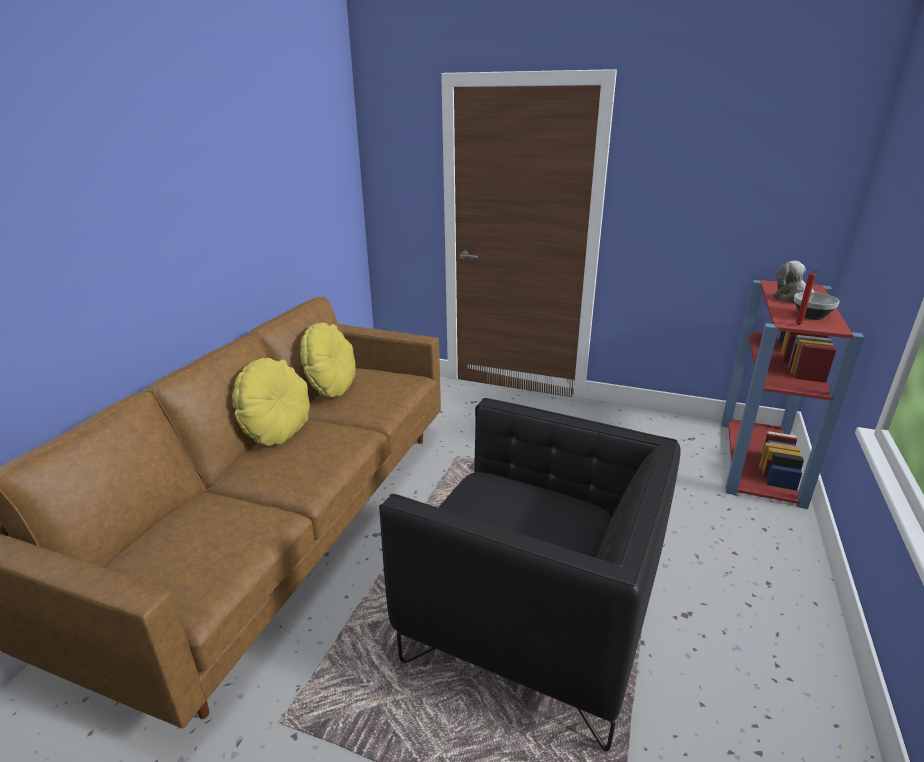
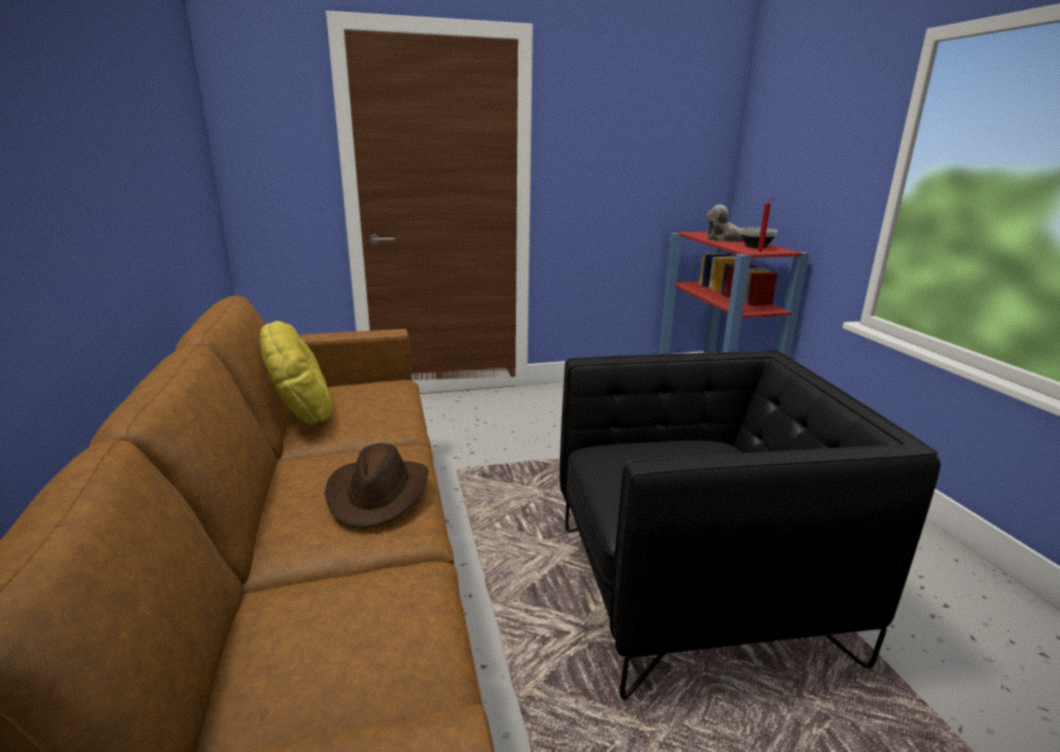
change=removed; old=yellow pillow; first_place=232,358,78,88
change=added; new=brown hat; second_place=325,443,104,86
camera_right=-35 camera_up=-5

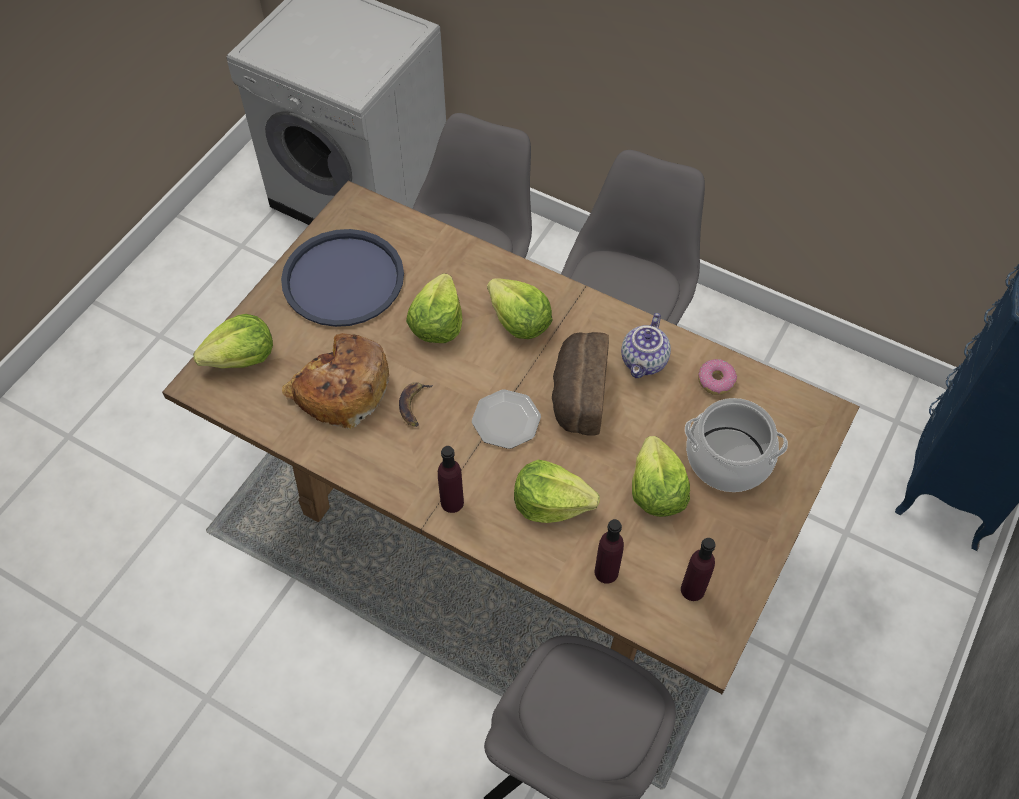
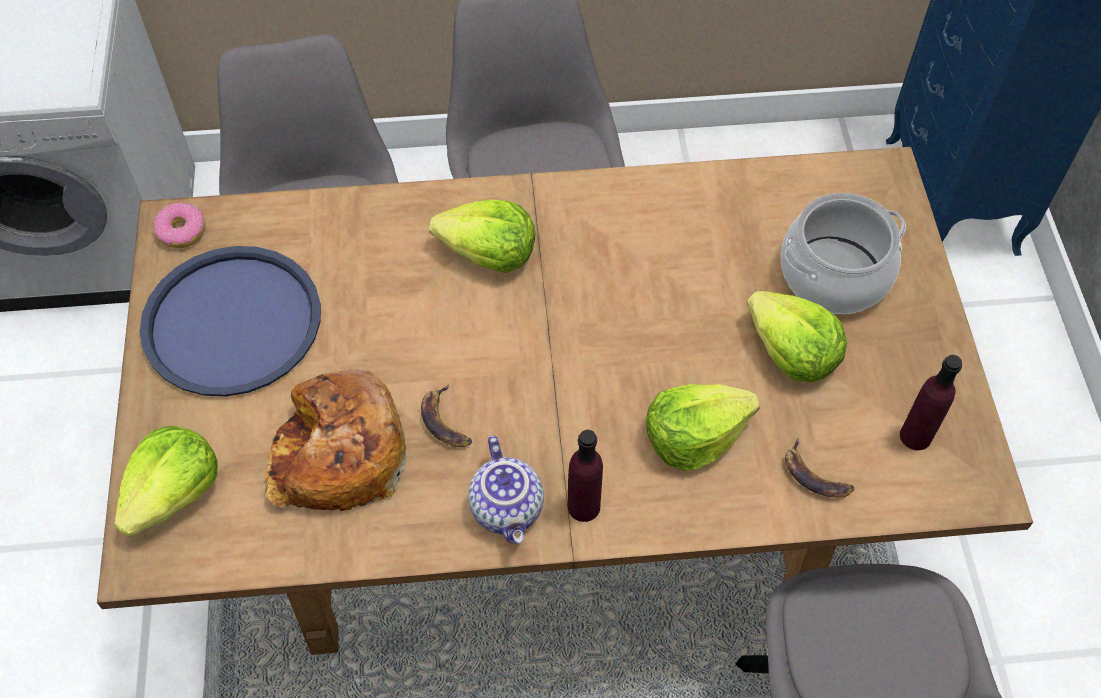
change=removed; old=lettuce; first_place=406,273,57,70
change=removed; old=plate; first_place=472,389,69,60
change=removed; old=bread; first_place=552,332,57,104
change=replaced; old=purple bottle; new=banana; first_place=594,519,30,65; second_place=785,438,69,60
change=moved; old=teapot; first_place=621,313,50,65; second_place=468,436,76,107
change=moved; old=donut; first_place=698,359,39,36; second_place=153,203,52,45
camera_right=-35 camera_up=0

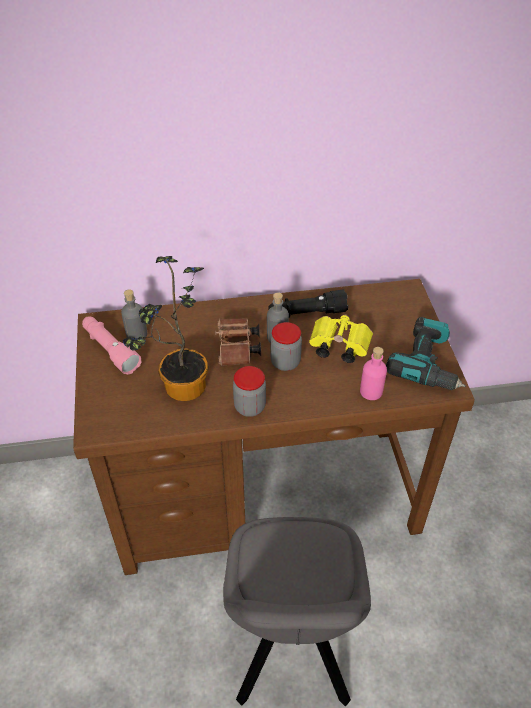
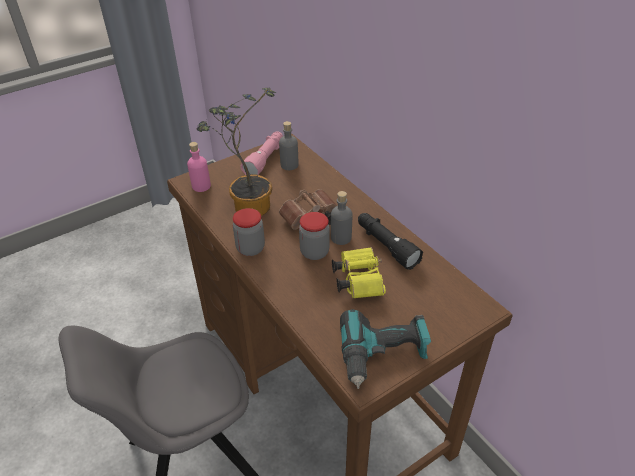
change=moved; old=pink bottle; first_place=360,347,27,53; second_place=187,142,24,50
camera_right=65 camera_up=-5

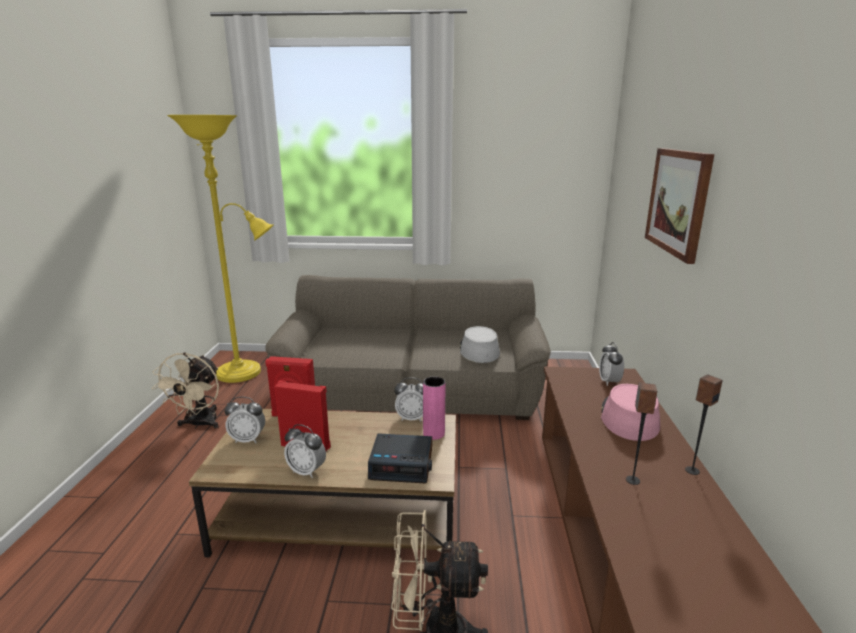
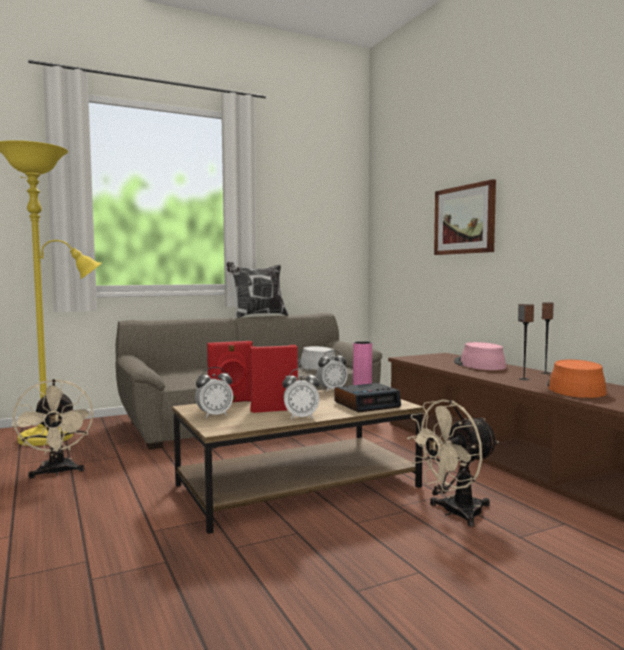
change=removed; old=alarm clock; first_place=599,342,25,44
change=added; new=pillow; second_place=226,262,62,56
change=added; new=orange hat; second_place=547,360,60,38
camera_right=-30 camera_up=-15

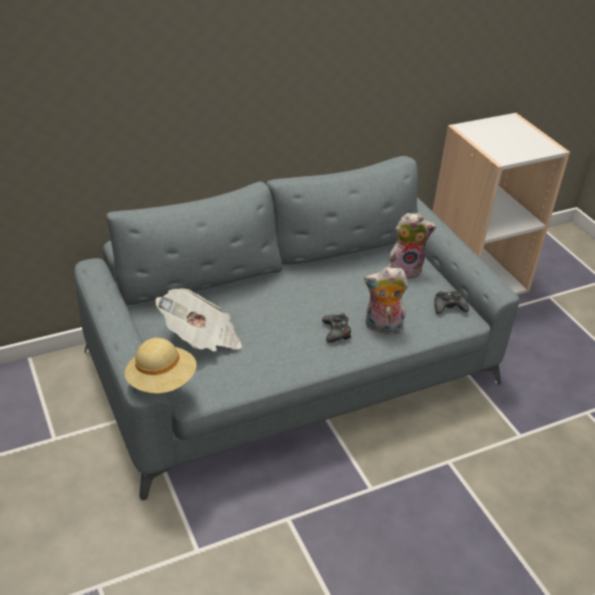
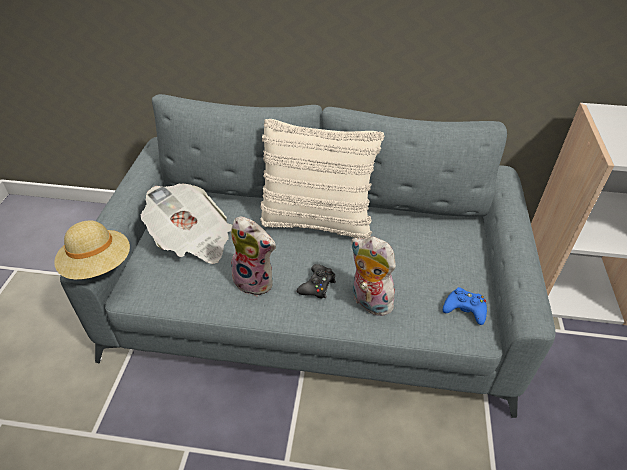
change=moved; old=plush toy; first_place=388,213,48,66; second_place=231,216,45,81
change=recoloured; old=black game controller; new=blue game controller; first_place=434,291,35,23; second_place=443,287,44,38
change=added; new=beige pillow; second_place=260,119,125,120
camera_right=35 camera_up=5

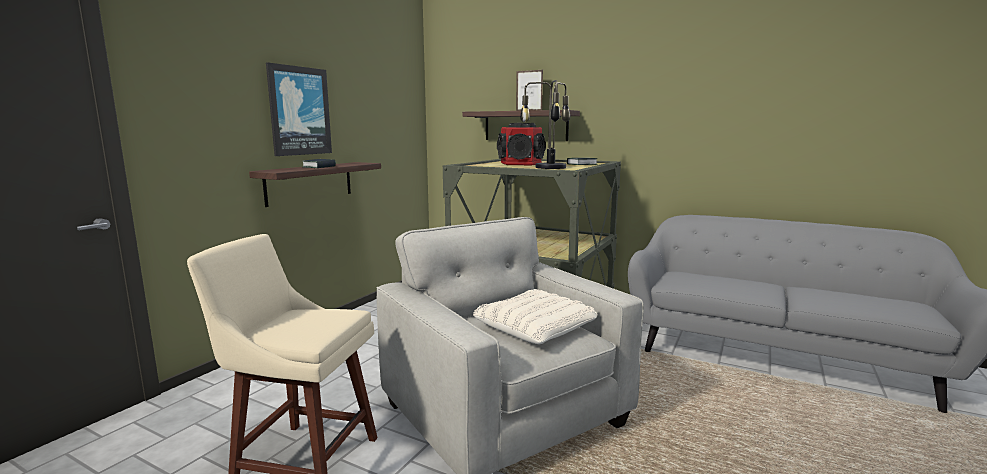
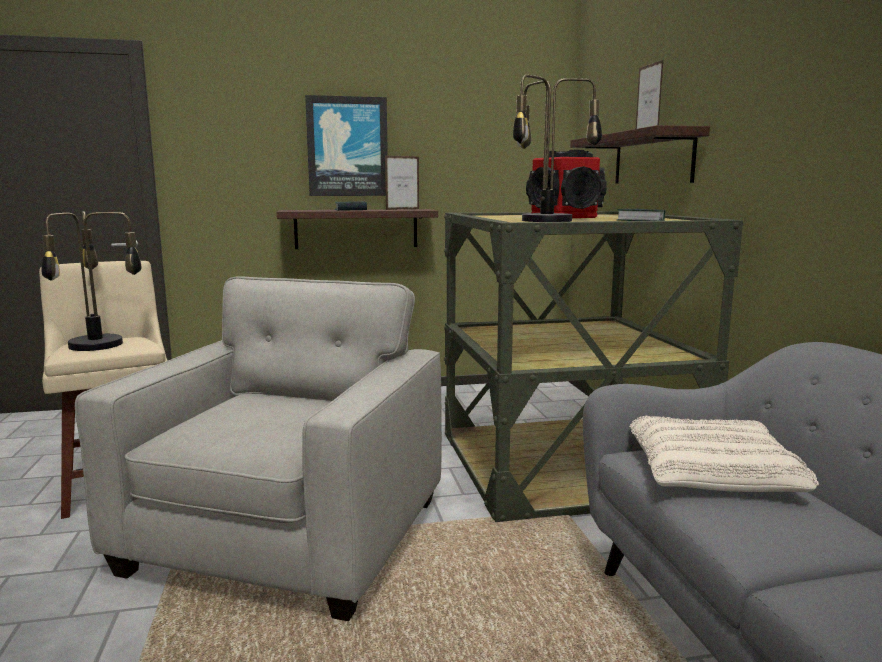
change=moved; old=beige pillow; first_place=473,289,124,55; second_place=629,416,190,76
change=added; new=table lamp; second_place=42,211,99,140
change=added; new=picture frame; second_place=385,155,34,55
camera_right=50 camera_up=0

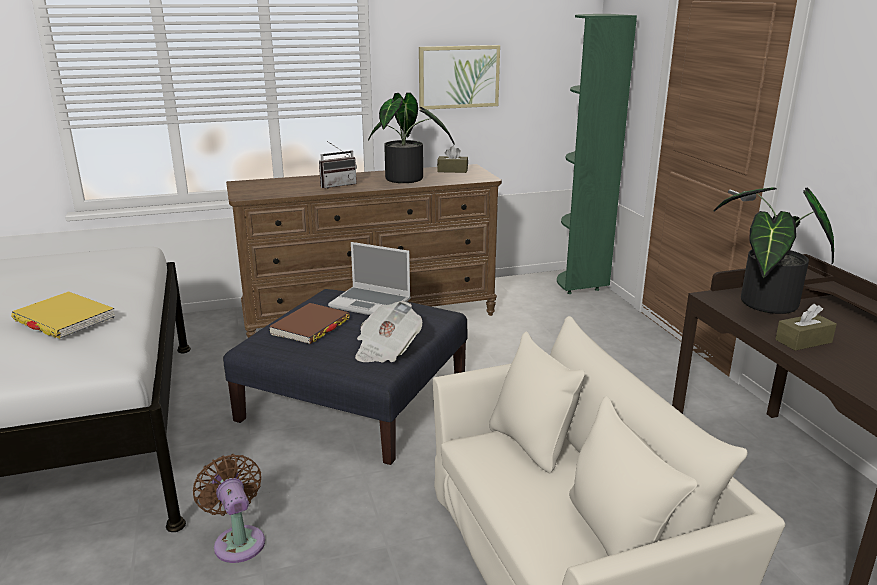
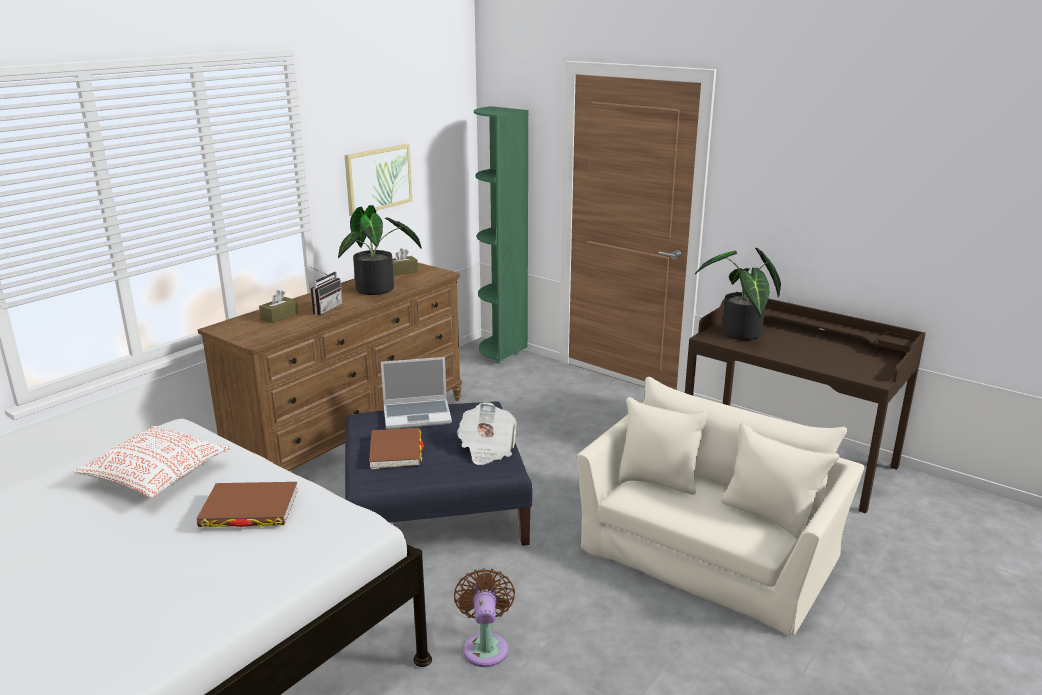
change=recoloured; old=yellow book; new=brown book; first_place=11,291,104,48; second_place=197,482,101,45
change=turned; old=brown fan; first_place=193,454,72,109; second_place=454,568,61,99; degrees=60
change=moved; old=brown tissue box; first_place=775,304,62,47; second_place=259,290,39,33
change=added; new=white pillow; second_place=73,426,157,72
camera_right=-35 camera_up=0

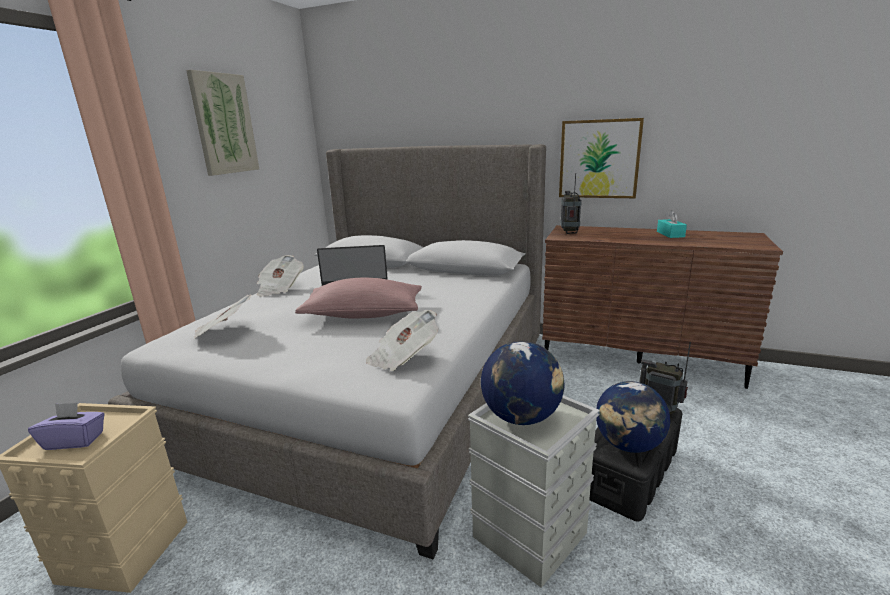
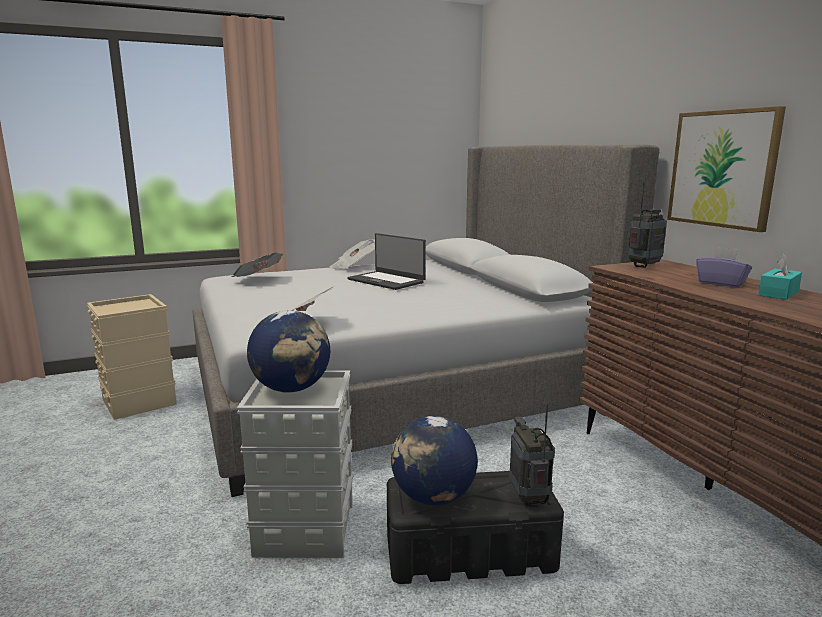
change=moved; old=purple tissue box; first_place=28,402,77,48; second_place=696,247,56,40
change=removed; old=picture; first_place=186,70,73,106
change=removed; old=pink pillow; first_place=295,278,127,41
camera_right=45 camera_up=-5

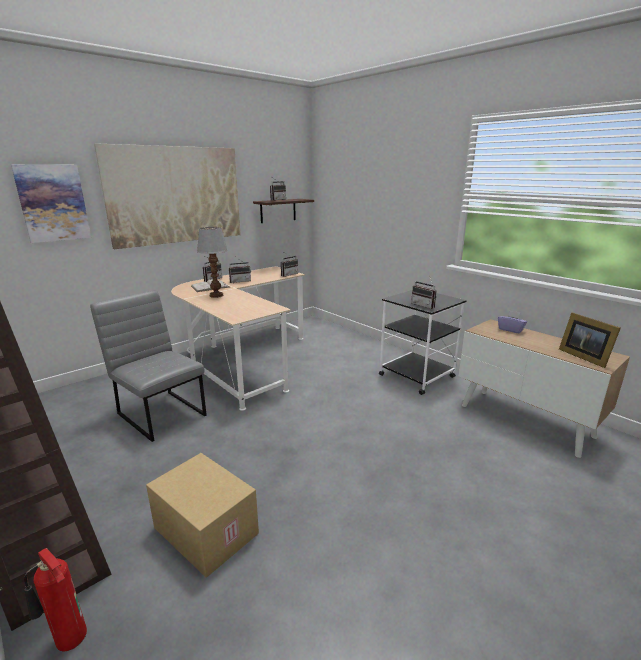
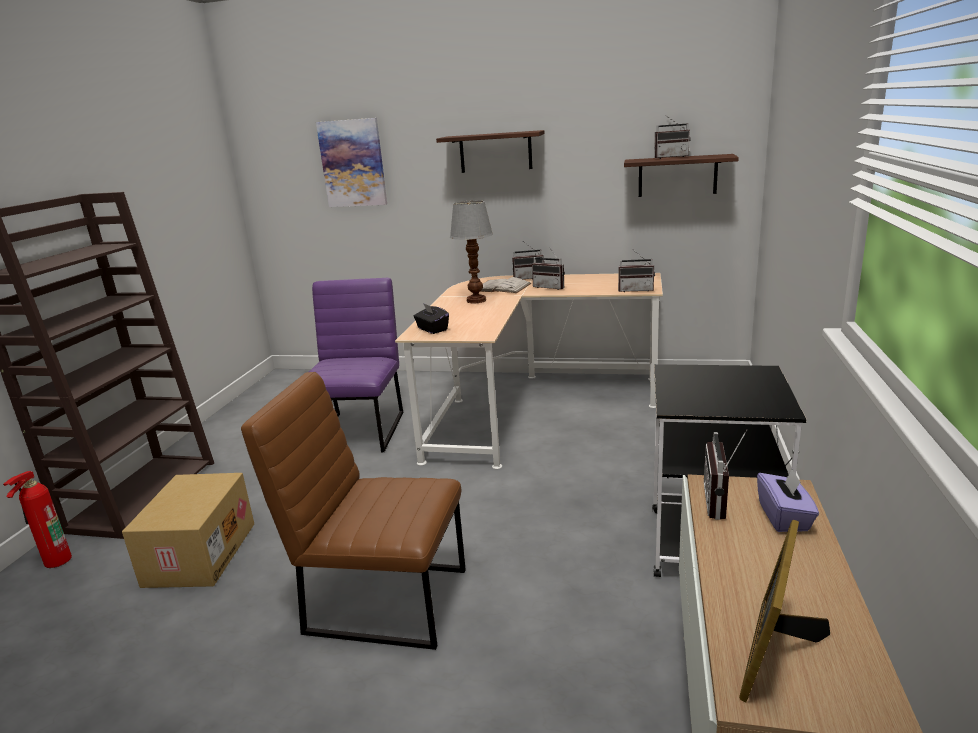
change=recoloured; old=grey chair; new=purple chair; first_place=90,290,117,152; second_place=309,278,95,174
change=replaced; old=picture; new=shelf; first_place=94,143,147,106; second_place=436,130,108,43
change=moved; old=radio; first_place=411,275,26,34; second_place=704,429,44,91
change=added; new=brown chair; second_place=241,372,225,278
change=added; new=black tissue box; second_place=413,303,36,31
camera_right=55 camera_up=0

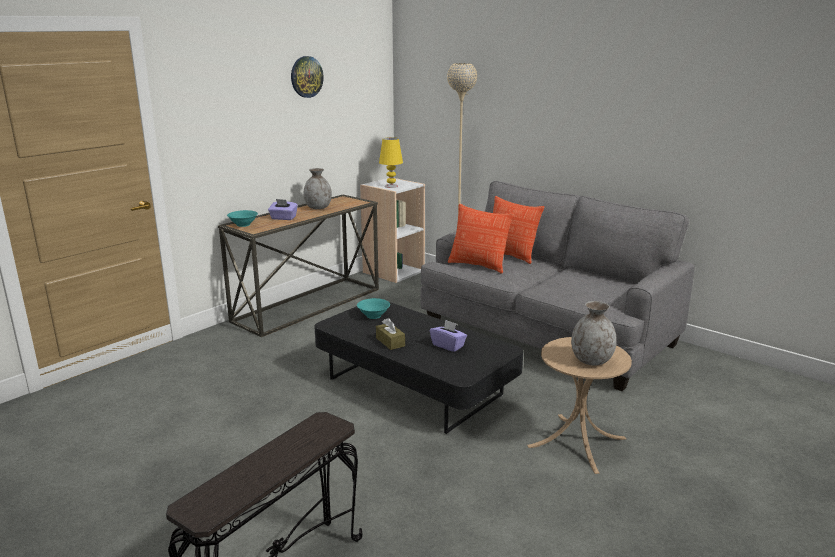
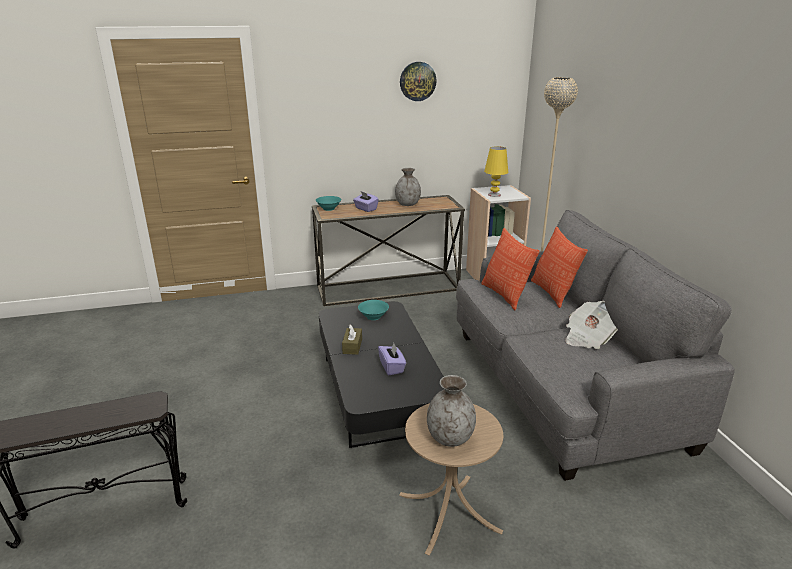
change=added; new=newspaper; second_place=565,301,53,48
camera_right=35 camera_up=5

